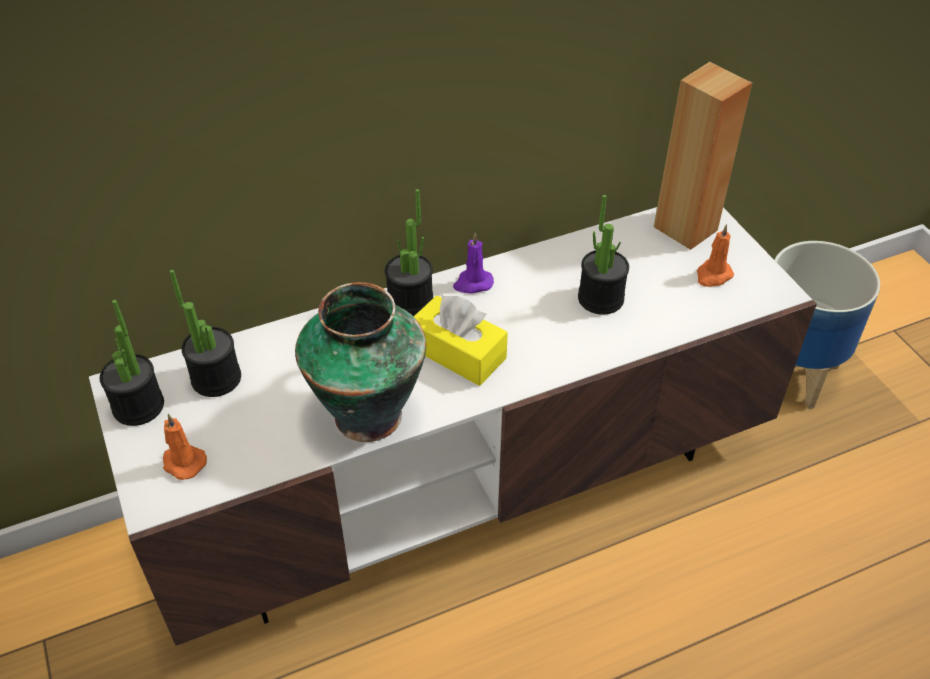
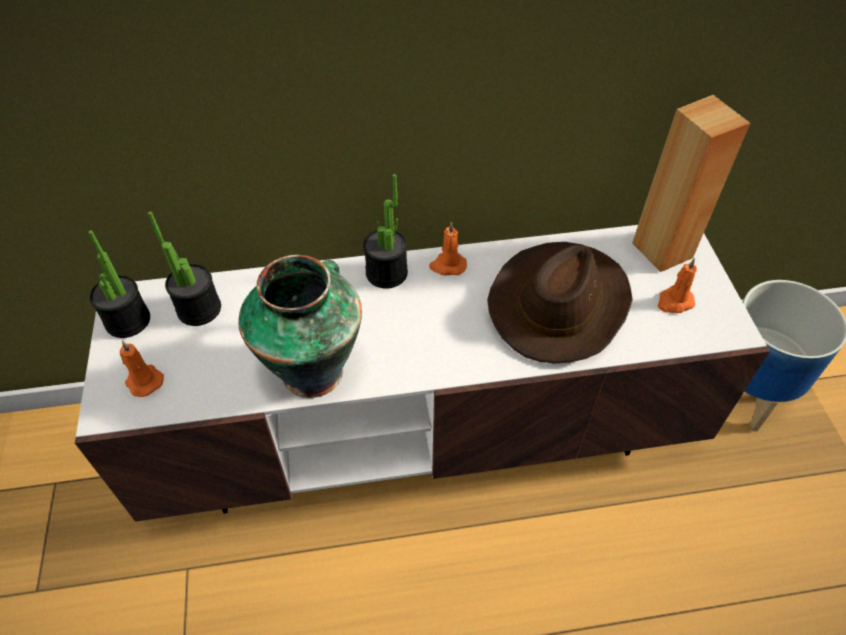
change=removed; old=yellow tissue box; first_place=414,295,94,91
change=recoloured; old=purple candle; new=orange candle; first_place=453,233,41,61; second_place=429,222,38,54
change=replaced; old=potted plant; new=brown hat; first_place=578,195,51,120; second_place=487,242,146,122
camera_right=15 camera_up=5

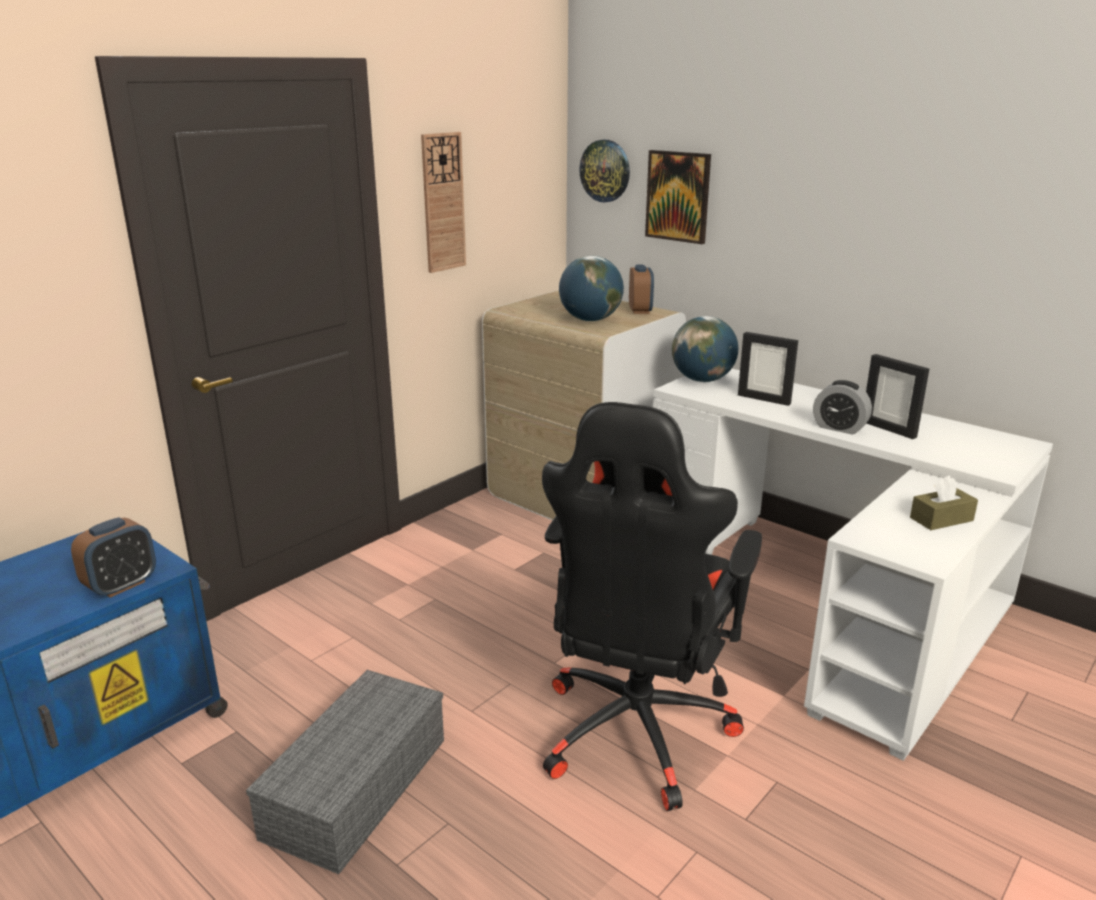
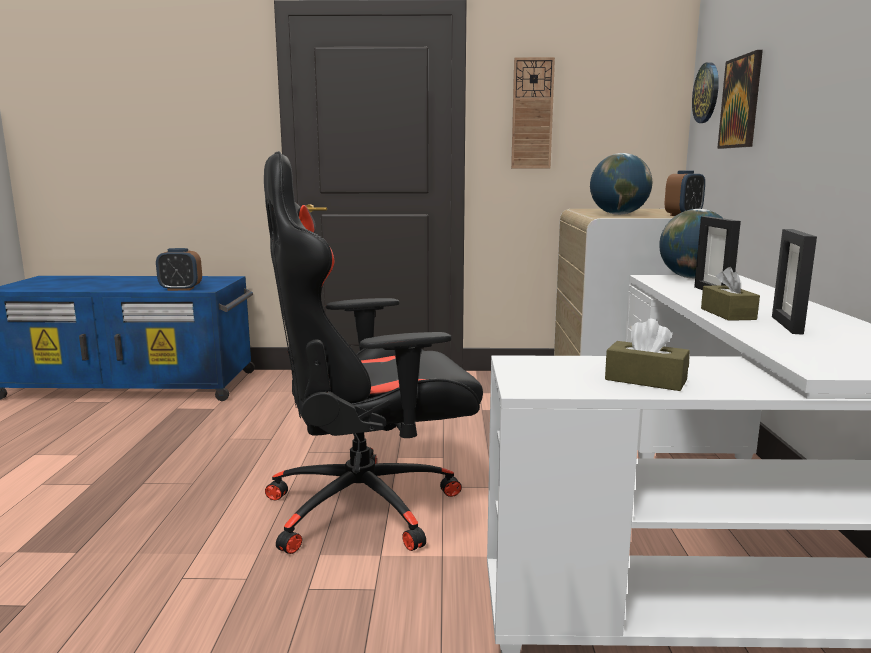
change=removed; old=grey storage box; first_place=246,670,198,204
change=replaced; old=alarm clock; new=brown tissue box; first_place=813,380,59,55; second_place=701,267,59,54
camera_right=50 camera_up=-10

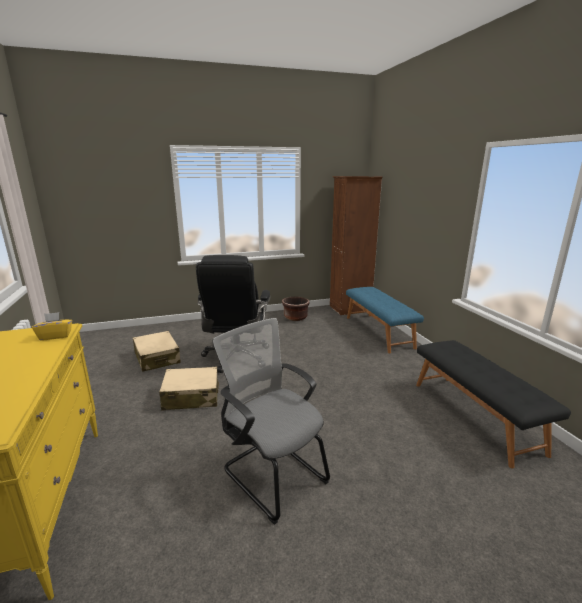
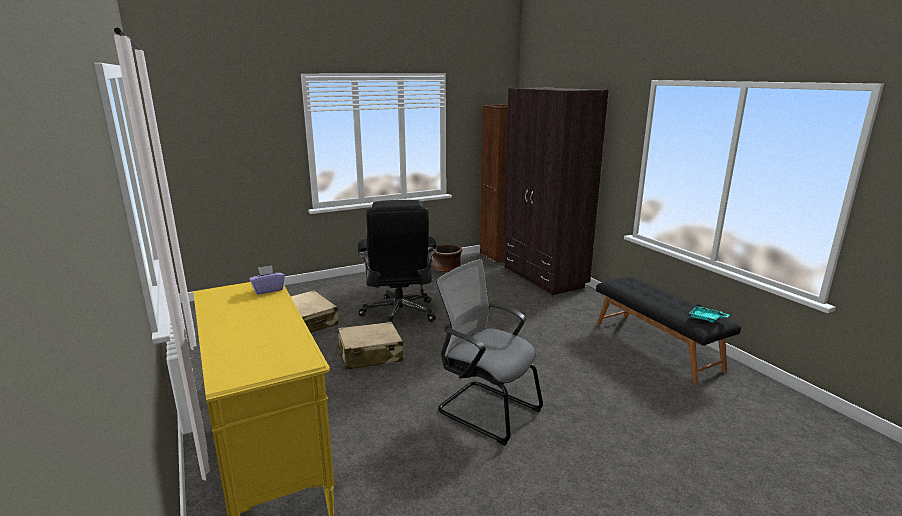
change=recoloured; old=yellow tissue box; new=purple tissue box; first_place=32,312,40,29; second_place=249,265,36,30
change=replaced; old=blue bench; new=brown wardrobe; first_place=346,287,78,66; second_place=502,88,107,207
change=added; new=turquoise tray; second_place=689,304,40,19
camera_right=-10 camera_up=0

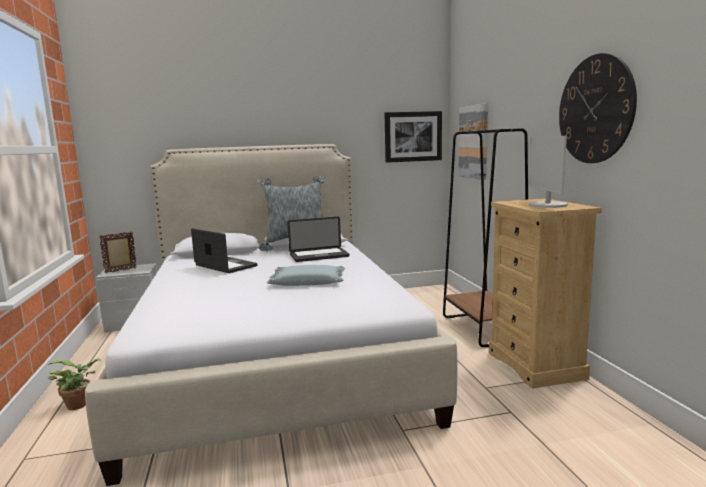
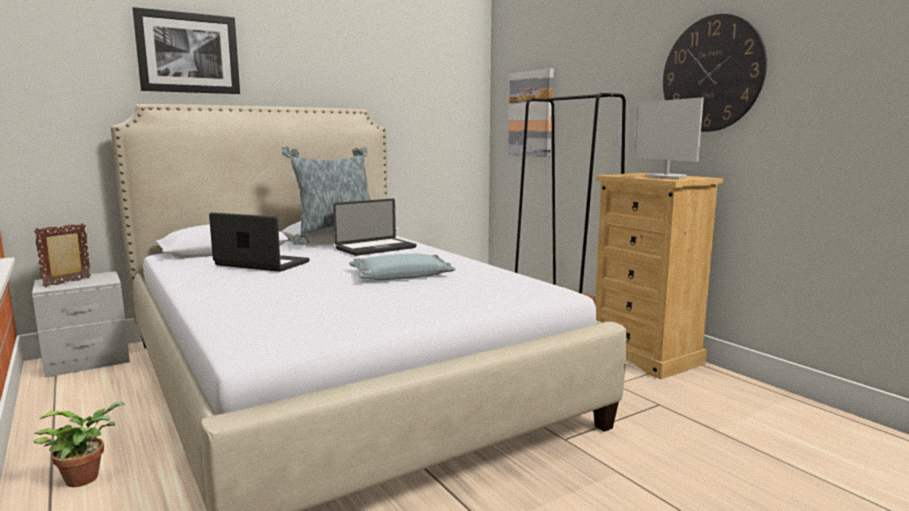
change=moved; old=picture; first_place=385,111,57,52; second_place=132,7,108,87
camera_right=-20 camera_up=0

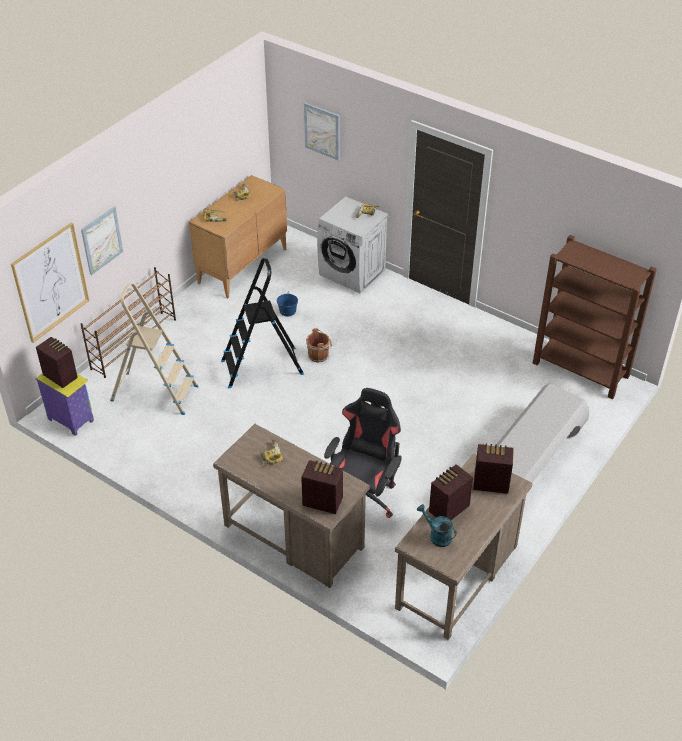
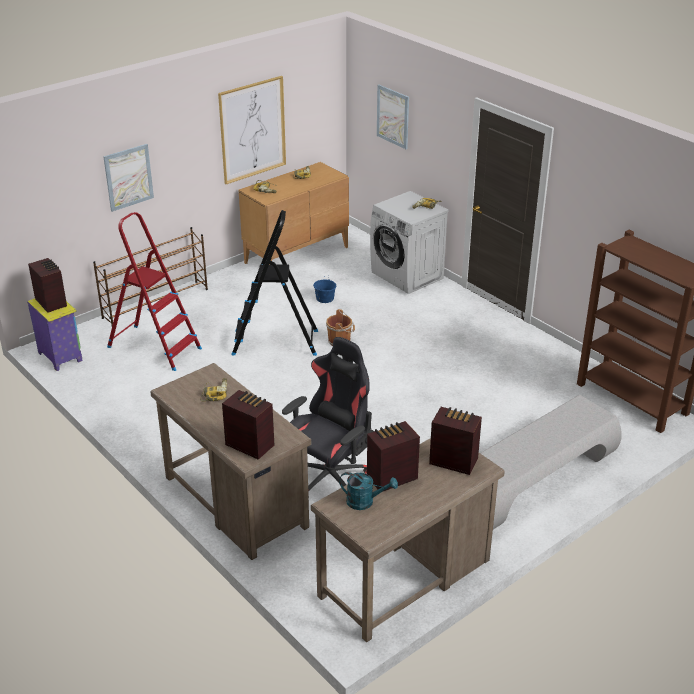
change=moved; old=picture; first_place=11,223,78,120; second_place=218,76,68,108
change=recoloured; old=beige step ladder; new=red step ladder; first_place=110,283,89,132; second_place=107,212,95,159
change=turned; old=turquoise watering can; first_place=417,504,40,43; second_place=339,472,59,38; degrees=135
camera_right=15 camera_up=-10

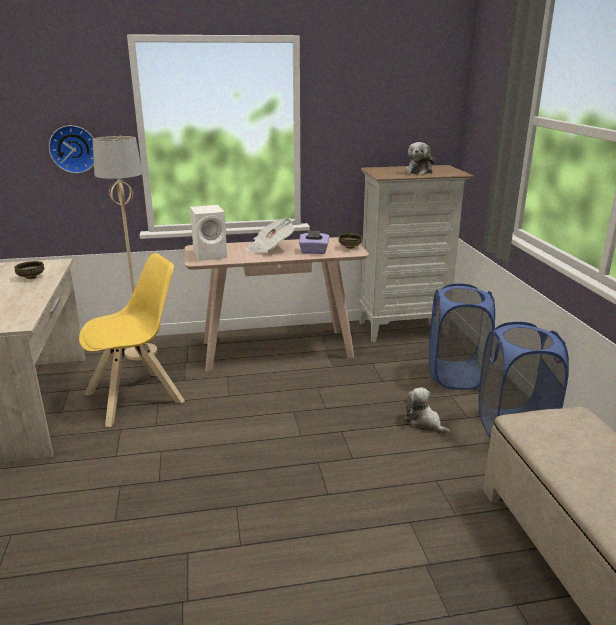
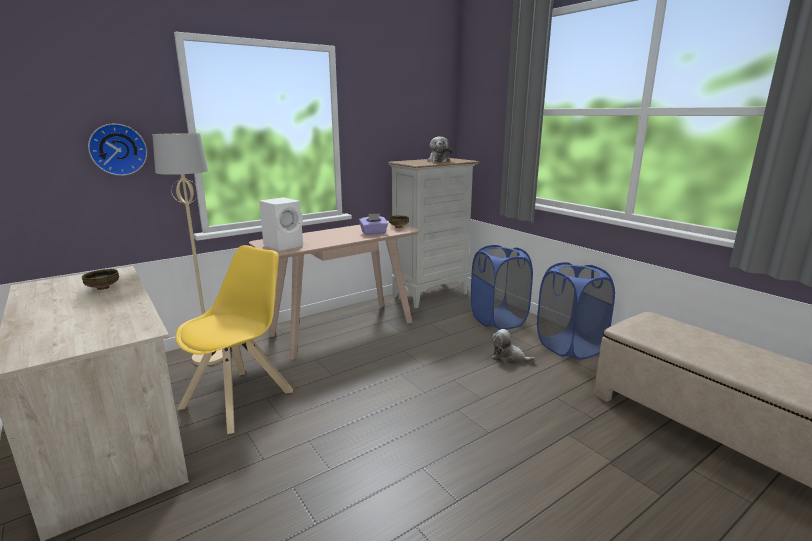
change=removed; old=newspaper; first_place=246,218,48,35
camera_right=-25 camera_up=-5

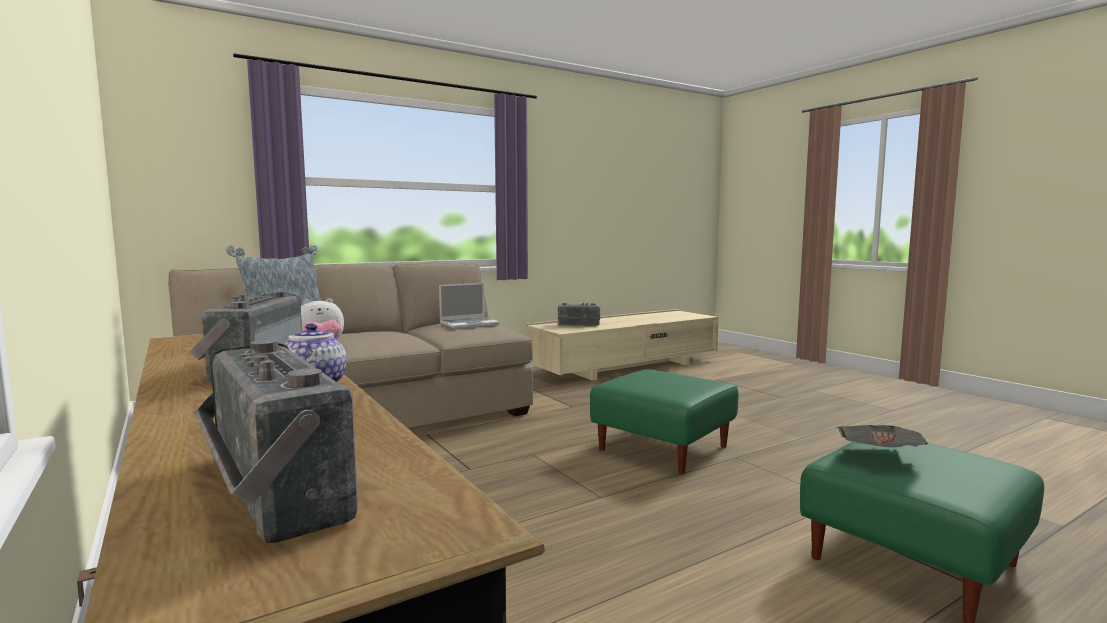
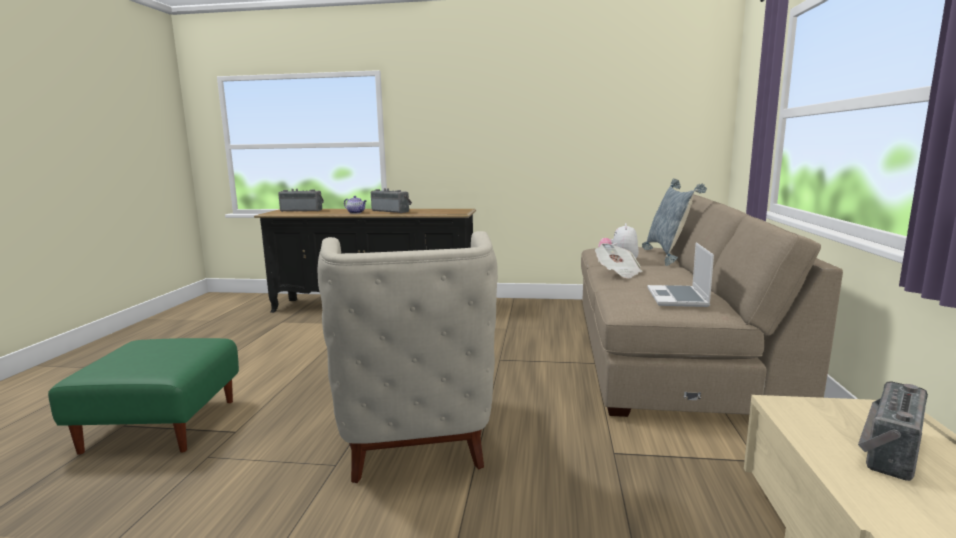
change=replaced; old=green ottoman; new=beige armchair; first_place=590,369,149,105; second_place=318,231,180,252
change=moved; old=newspaper; first_place=837,425,91,22; second_place=595,243,48,36
camera_right=130 camera_up=5

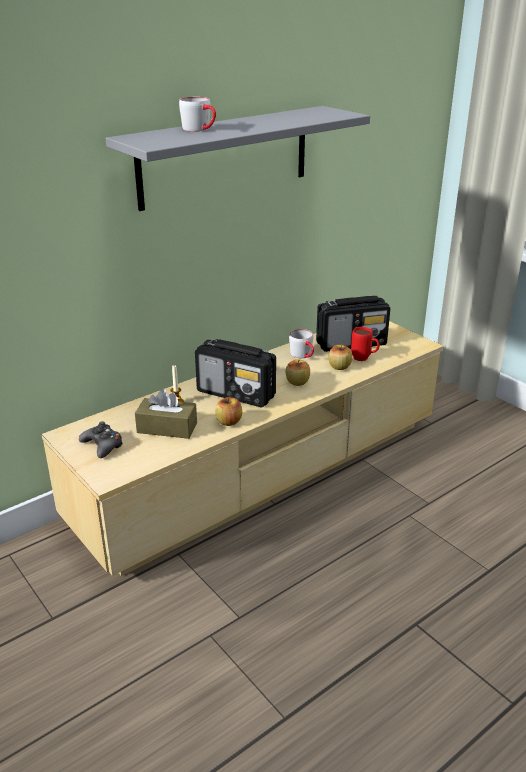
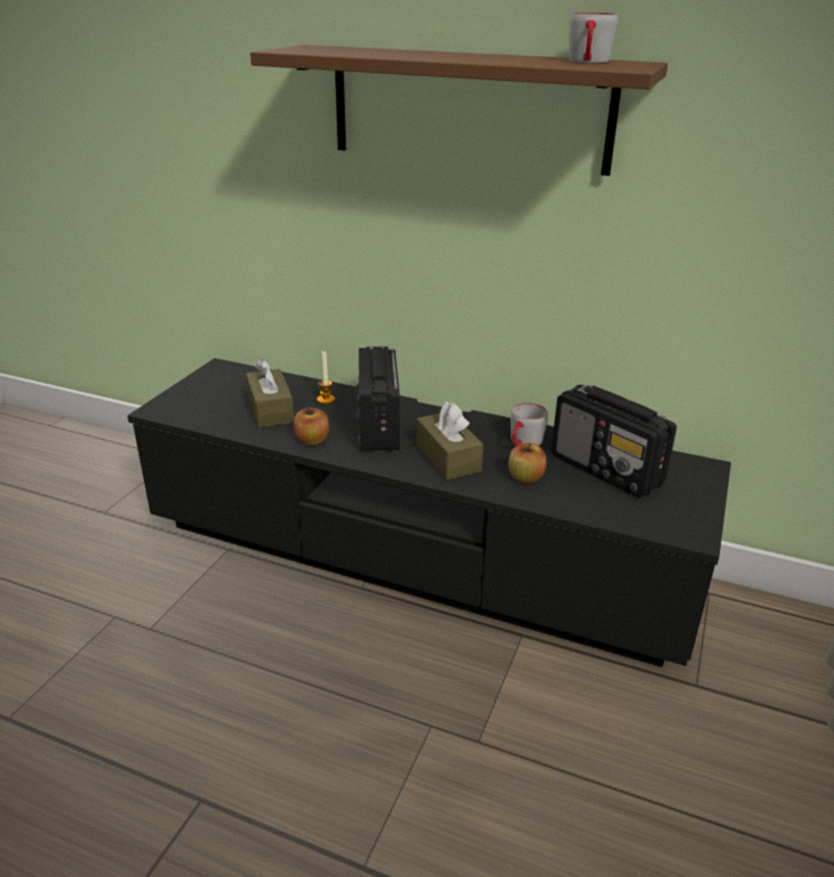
change=recoloured; old=beige tv stand; new=black tv stand; first_place=41,321,403,255; second_place=127,358,604,309
change=removed; old=black game controller; first_place=79,421,44,37
change=recoloured; old=grey shelf; new=brown shelf; first_place=106,106,264,105; second_place=250,45,418,131
change=moved; old=grey mug; first_place=179,97,37,35; second_place=569,13,49,50
change=replaced; old=apple; new=brown tissue box; first_place=286,359,24,27; second_place=416,402,68,78
change=removed; old=red mug; first_place=351,327,29,34
camera_right=60 camera_up=0

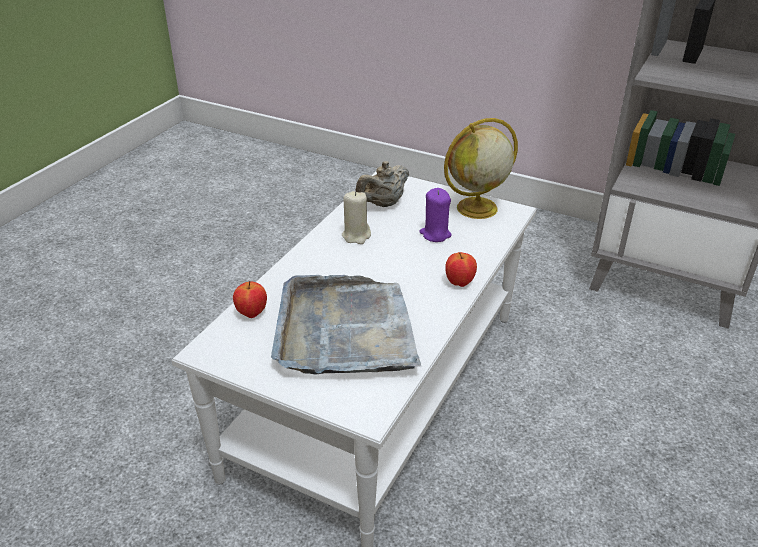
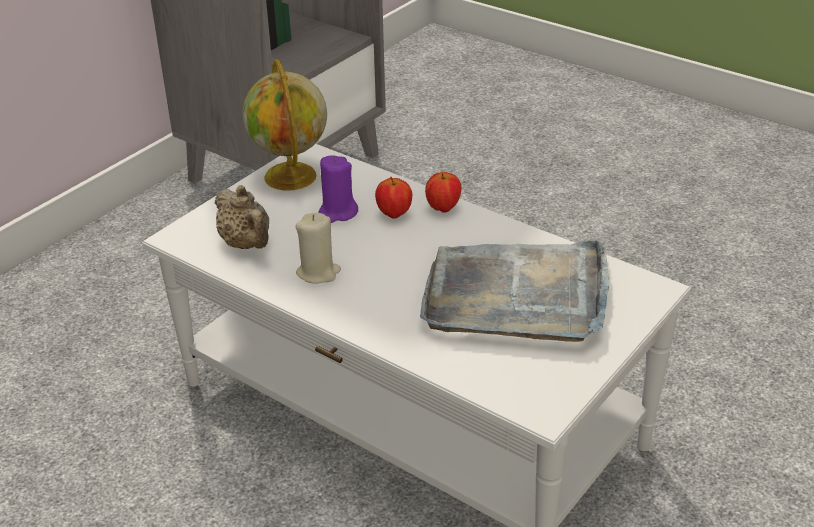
change=moved; old=apple; first_place=233,281,34,37; second_place=375,177,37,42
camera_right=-80 camera_up=0

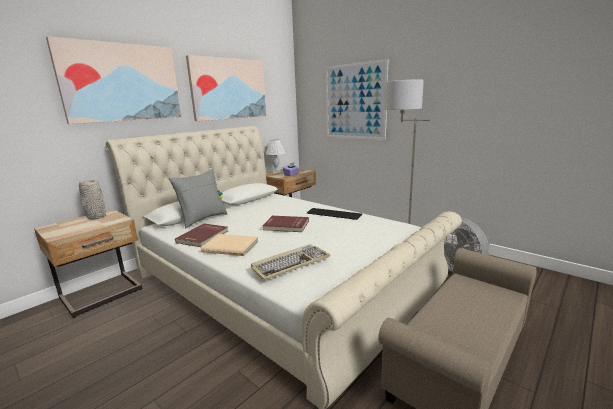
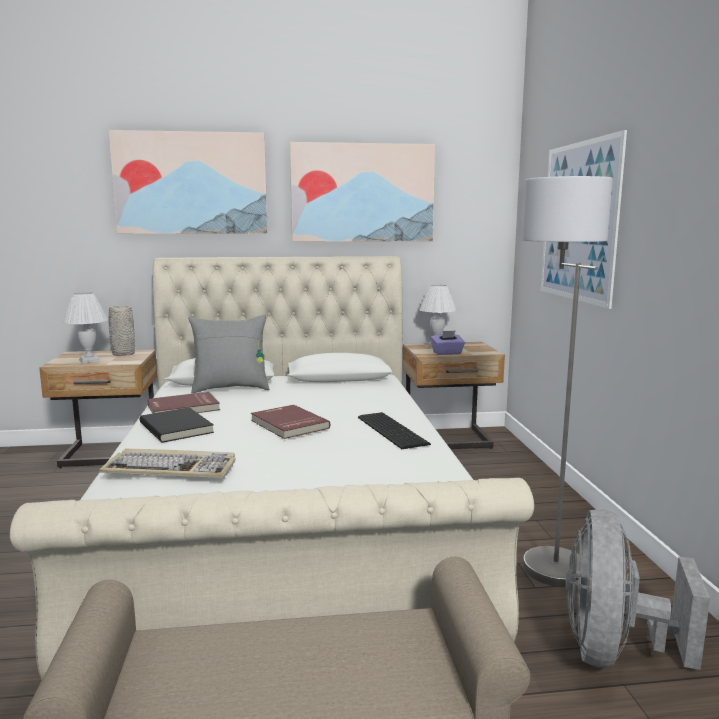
change=recoloured; old=beige book; new=black book; first_place=201,234,58,22; second_place=140,407,74,36
change=added; new=white table lamp; second_place=63,292,45,71
camera_right=40 camera_up=-5

